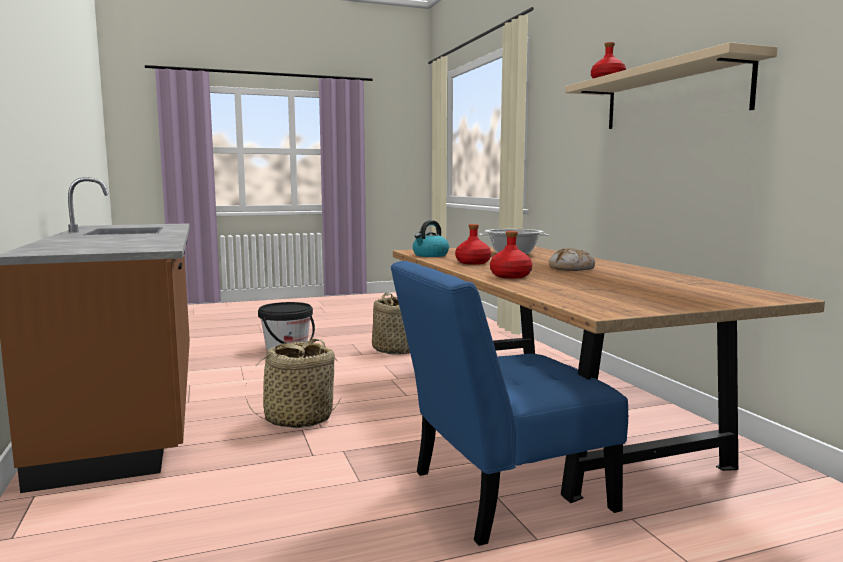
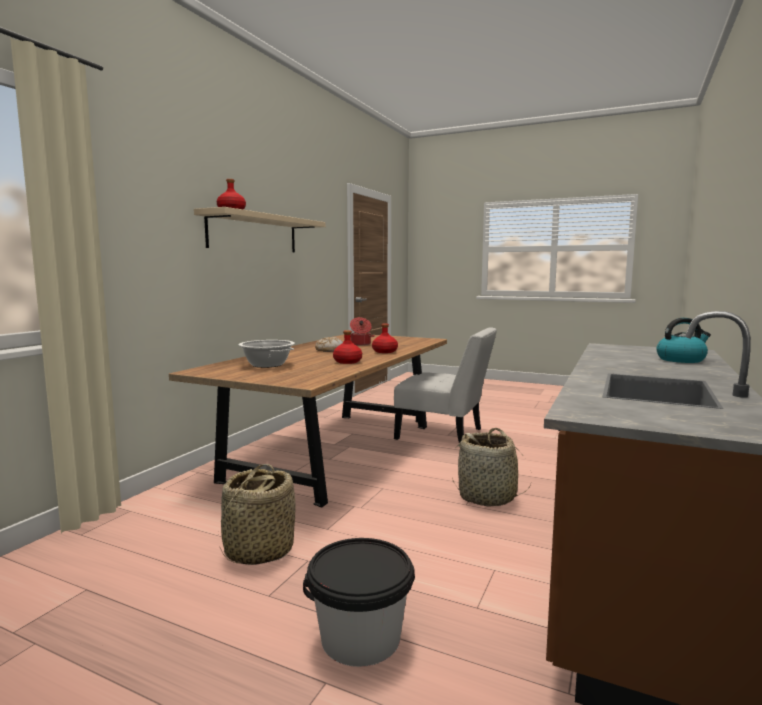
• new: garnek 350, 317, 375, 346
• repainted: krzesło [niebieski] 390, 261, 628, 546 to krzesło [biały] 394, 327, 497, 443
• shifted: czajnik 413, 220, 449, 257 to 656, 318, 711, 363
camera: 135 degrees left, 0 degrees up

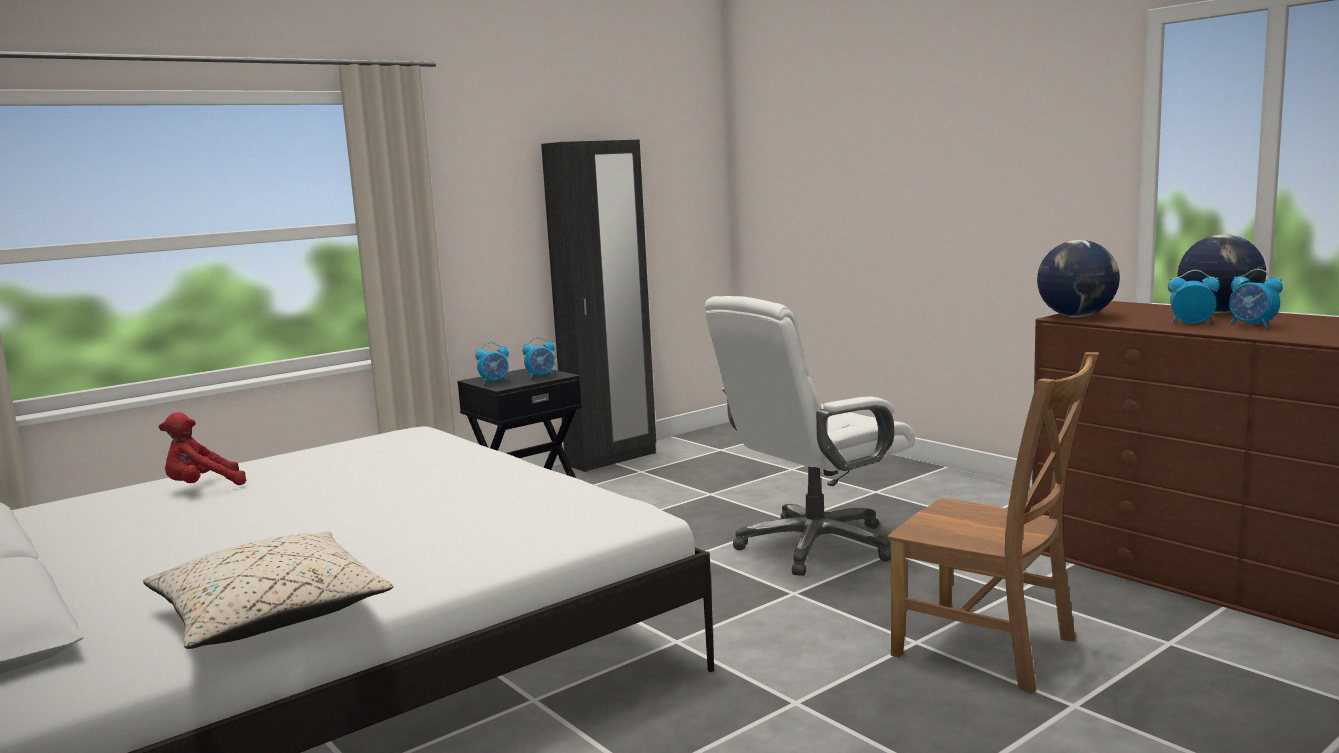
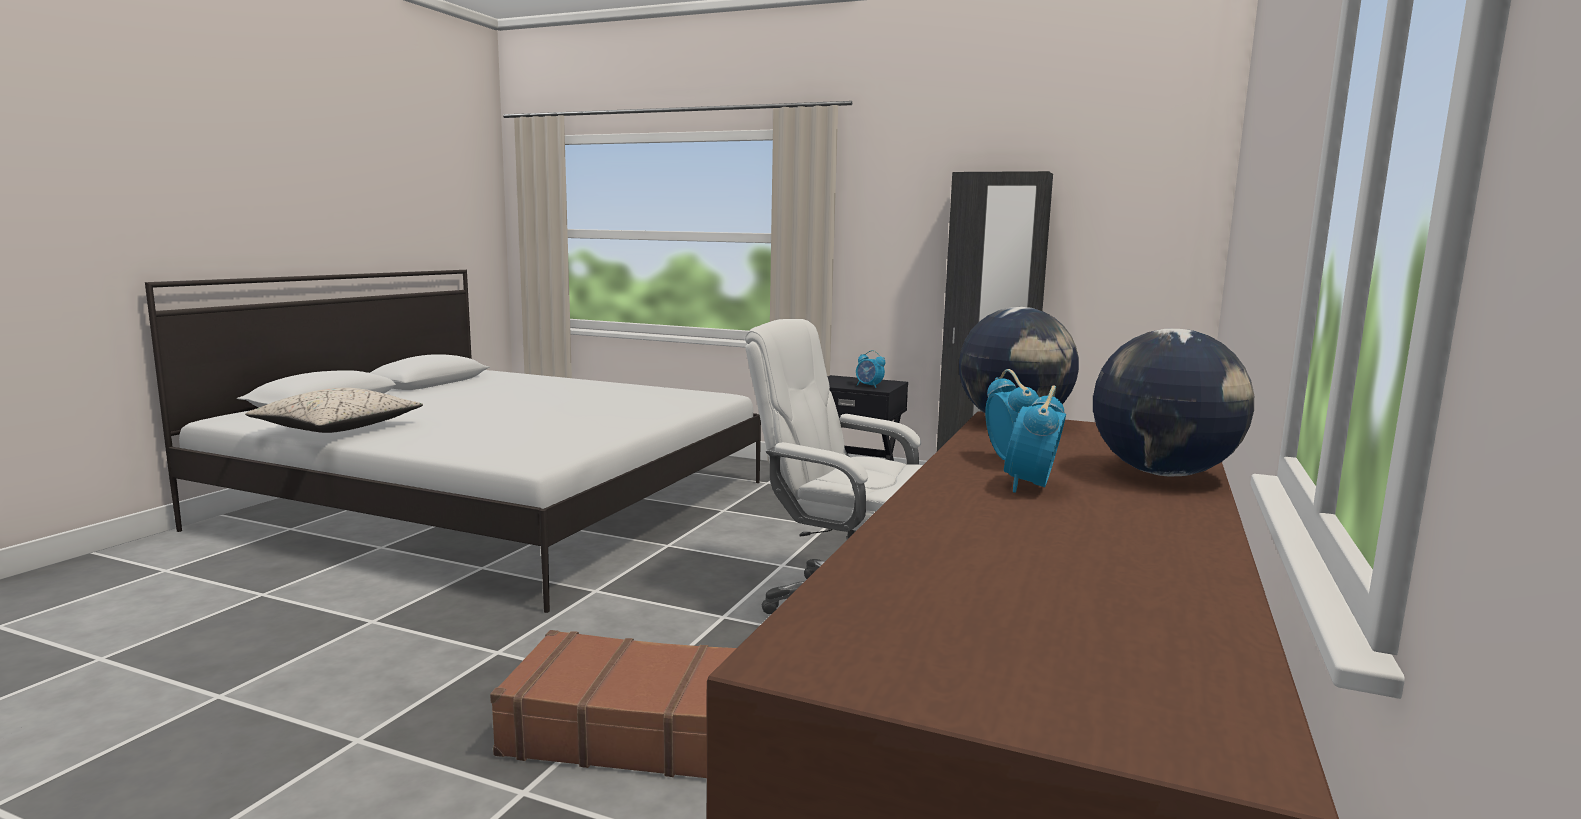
• swapped: krzesło [brązowy] 887, 352, 1099, 694 to walizka [brązowy] 490, 630, 737, 778
• gone: pluszak [czerwony] 159, 412, 246, 485
• gone: budzik 475, 342, 509, 385
camera: 60 degrees right, 0 degrees up

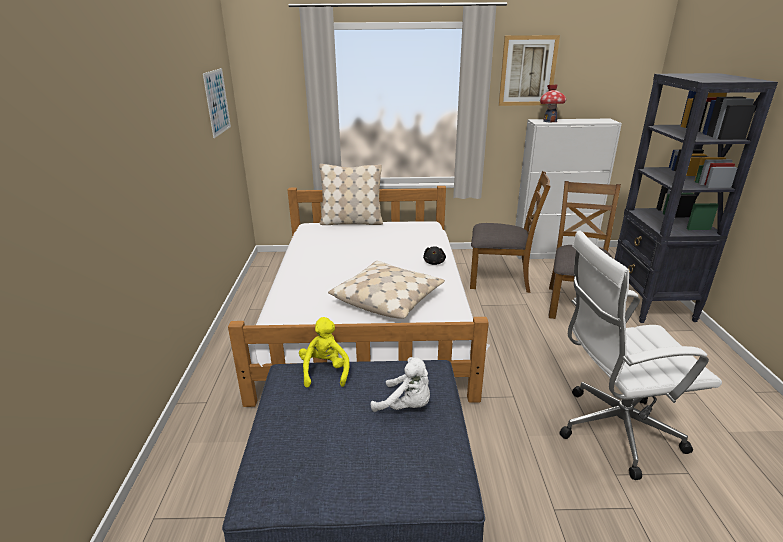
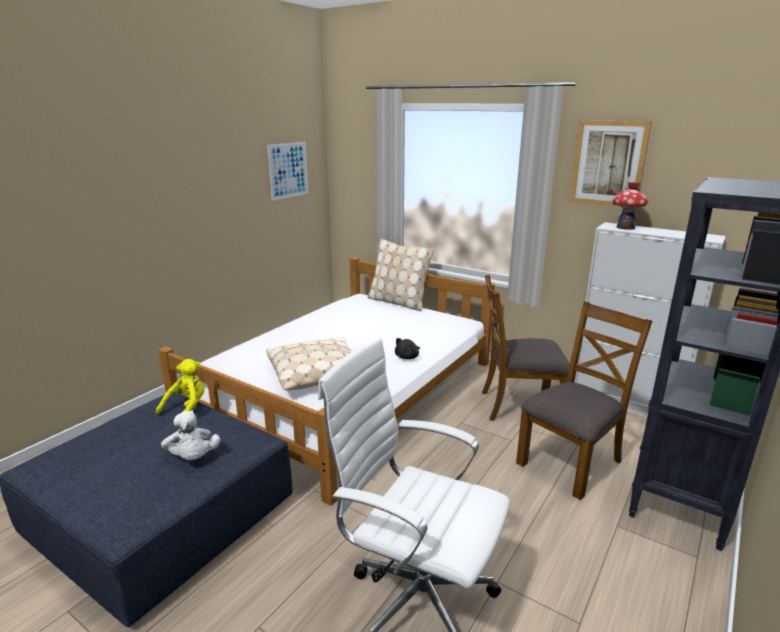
• rotated: krzesło [brązowy] 470, 171, 551, 293 = 482, 275, 570, 421 135 degrees clockwise
camera: 35 degrees right, 5 degrees down

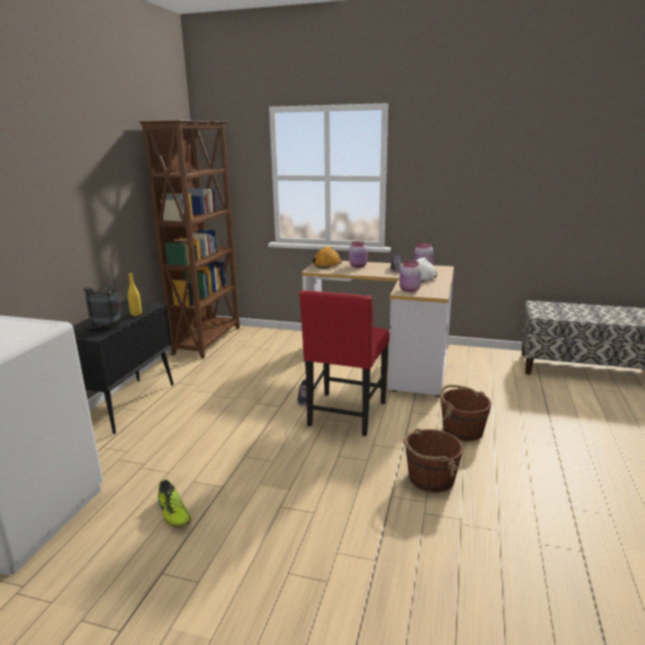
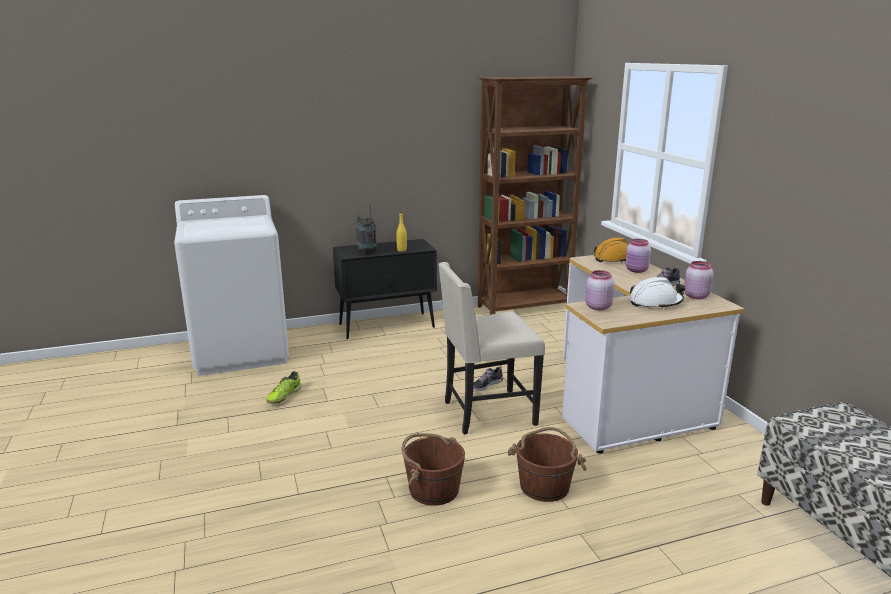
• repainted: krzesło [czerwony] 299, 290, 390, 436 to krzesło [beżowy] 438, 262, 545, 434
camera: 55 degrees right, 0 degrees up

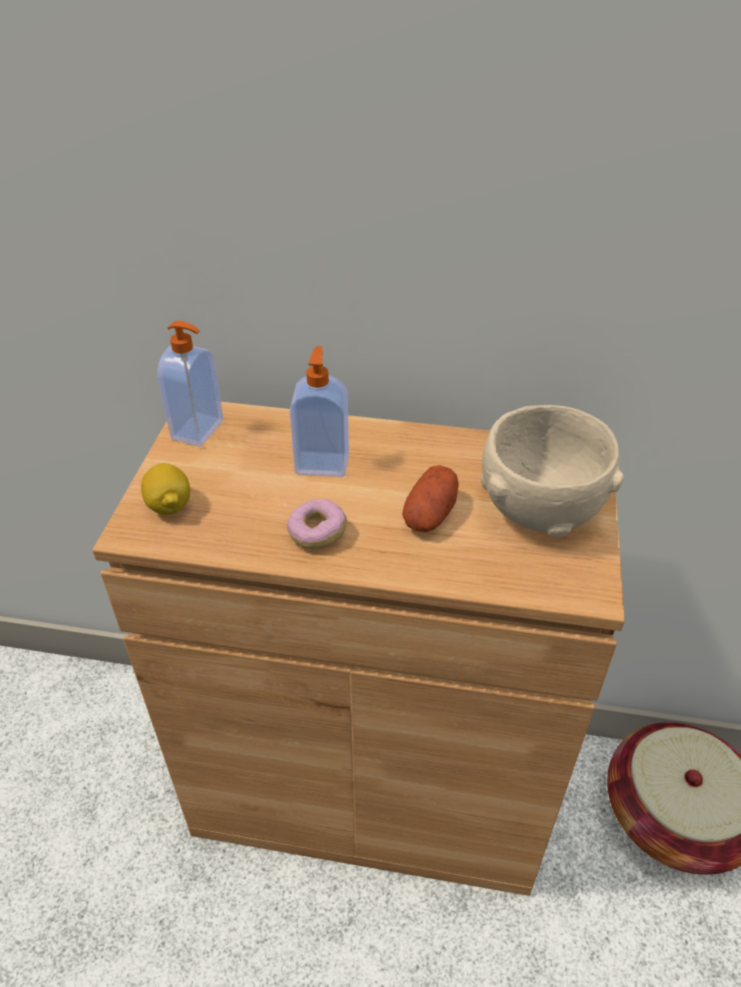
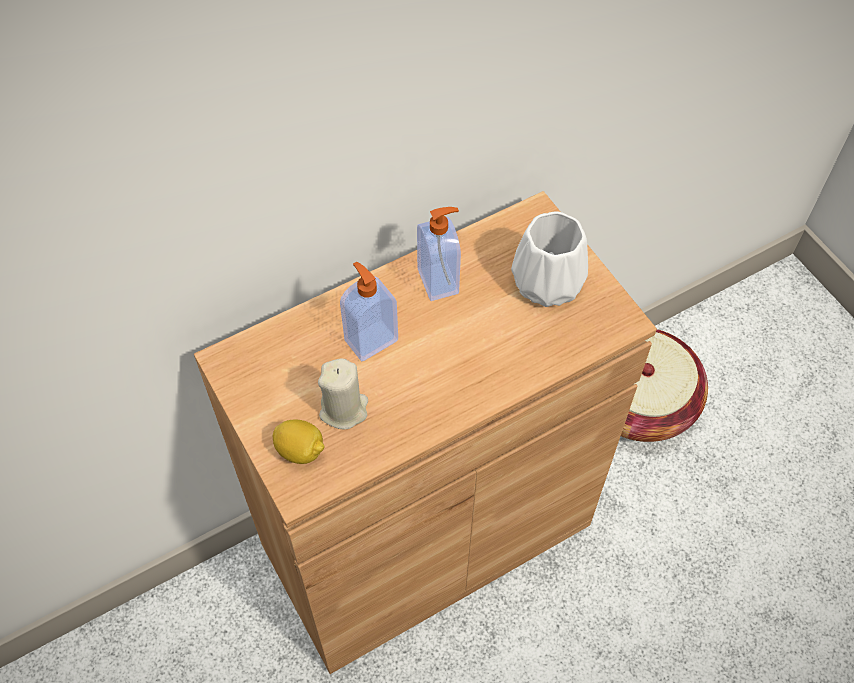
• new: świeca [beżowy] 318, 358, 368, 430
• shifted: dozownik mydła 157, 321, 223, 447 to 417, 207, 461, 301
• swapped: miska [beżowy] 481, 405, 624, 538 to wazon [biały] 511, 211, 588, 307
• gone: donut 287, 499, 347, 549
• gone: ziemniak 402, 465, 459, 532
camera: 40 degrees left, 15 degrees up

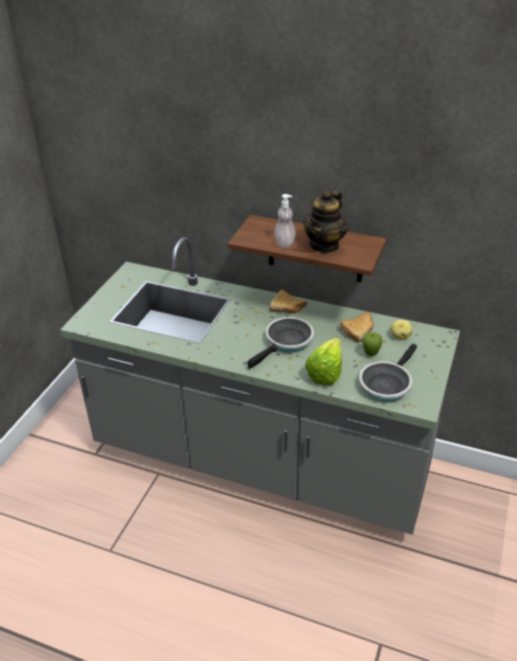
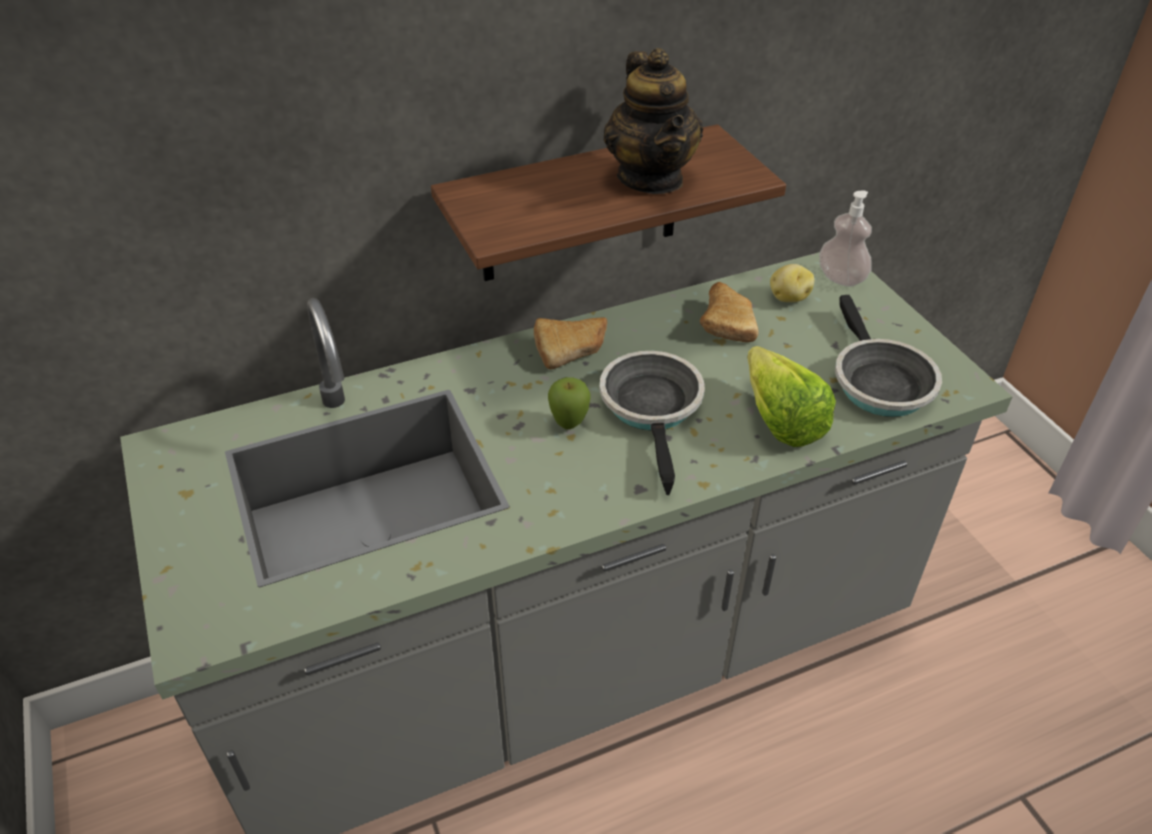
• shifted: jabłko 362, 332, 383, 356 to 548, 377, 590, 429
• shifted: dozownik mydła 274, 194, 295, 248 to 819, 190, 872, 287
camera: 45 degrees left, 5 degrees up

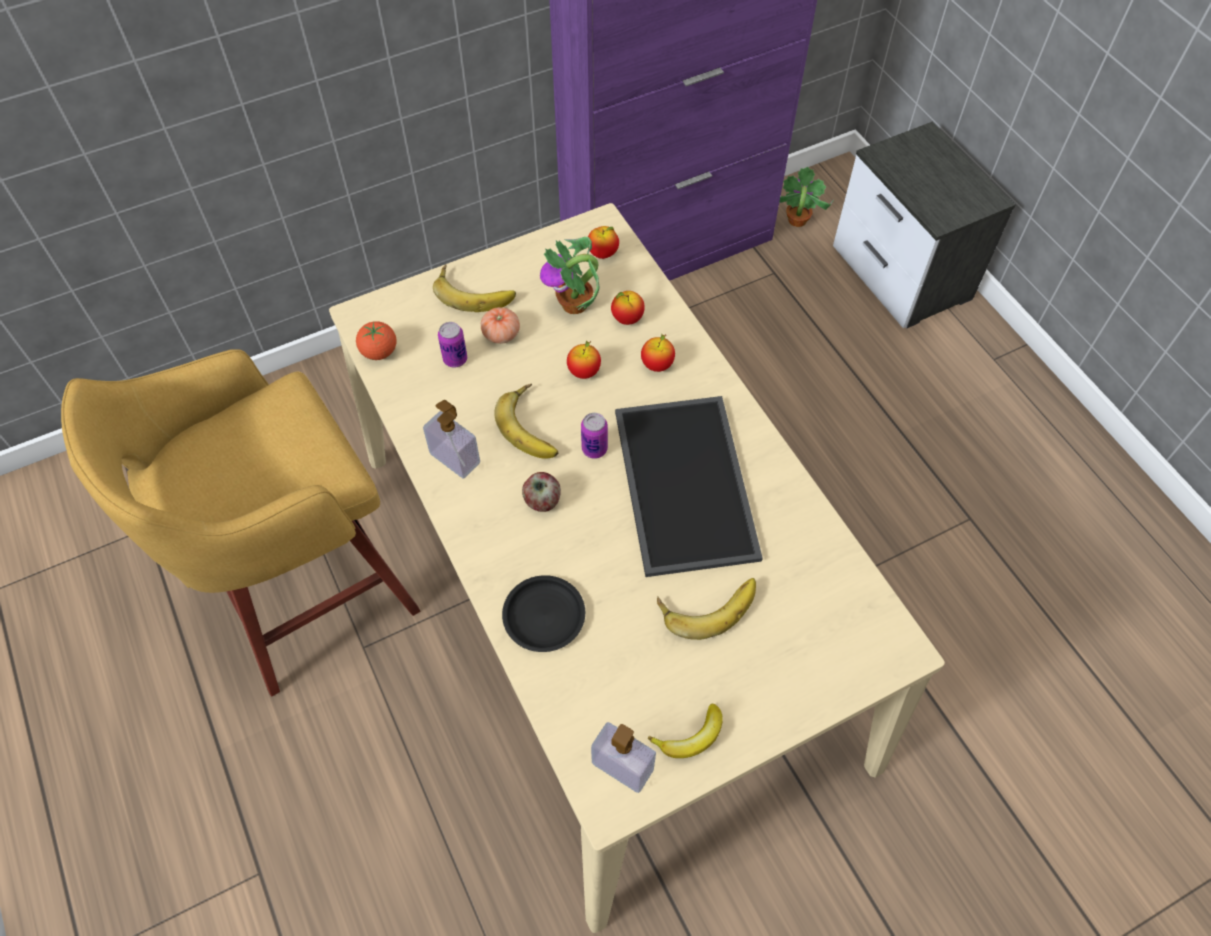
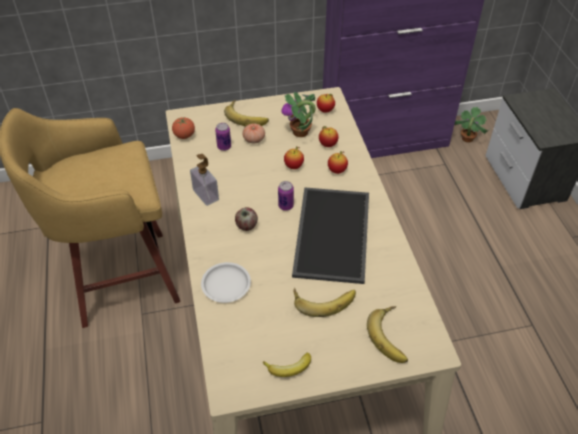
• repainted: talerz [czarny] 502, 575, 585, 652 to talerz [biały] 201, 262, 251, 303
• shifted: banan 494, 384, 558, 459 to 367, 306, 408, 363
• gone: dozownik mydła 591, 722, 656, 793
camera: 15 degrees right, 10 degrees down

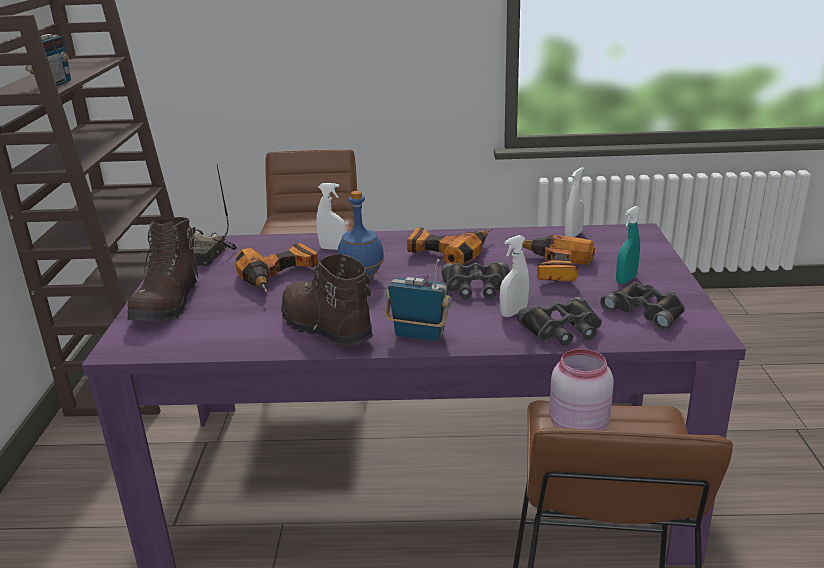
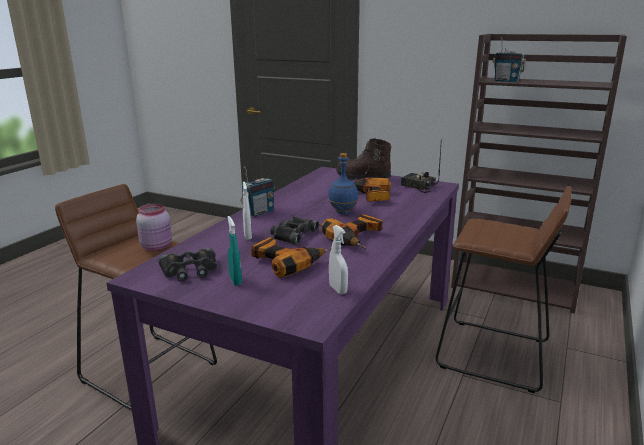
• gone: but z cholewką [brązowy] 281, 254, 373, 346
• gone: spryskiwacz [biały] 316, 183, 346, 250
• gone: lornetka [czarny] 517, 297, 602, 346
camera: 115 degrees right, 5 degrees down

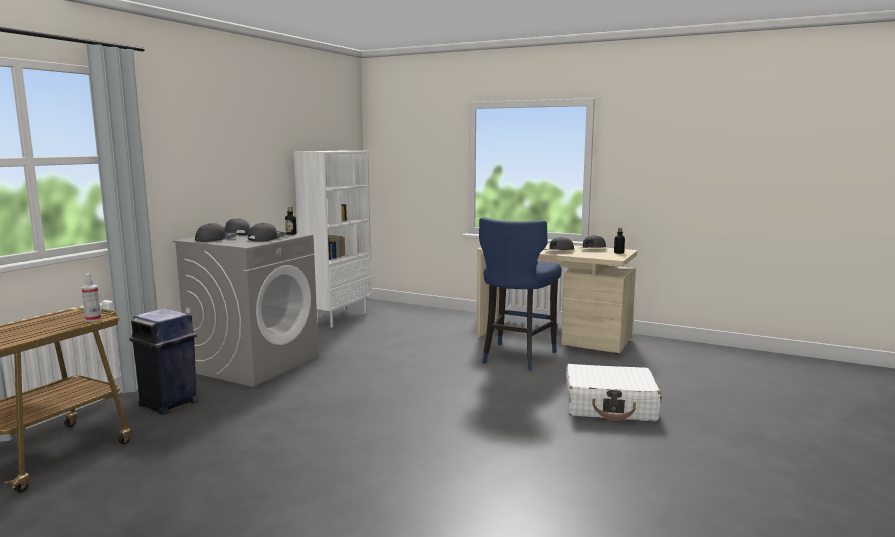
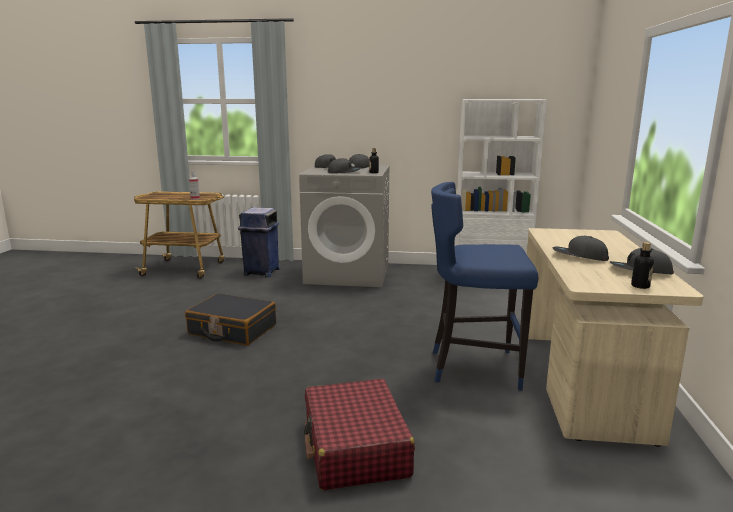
• new: walizka [czarny] 185, 293, 276, 346
• repainted: walizka [biały] 566, 364, 661, 421 to walizka [czerwony] 304, 379, 415, 490
camera: 70 degrees right, 5 degrees up

